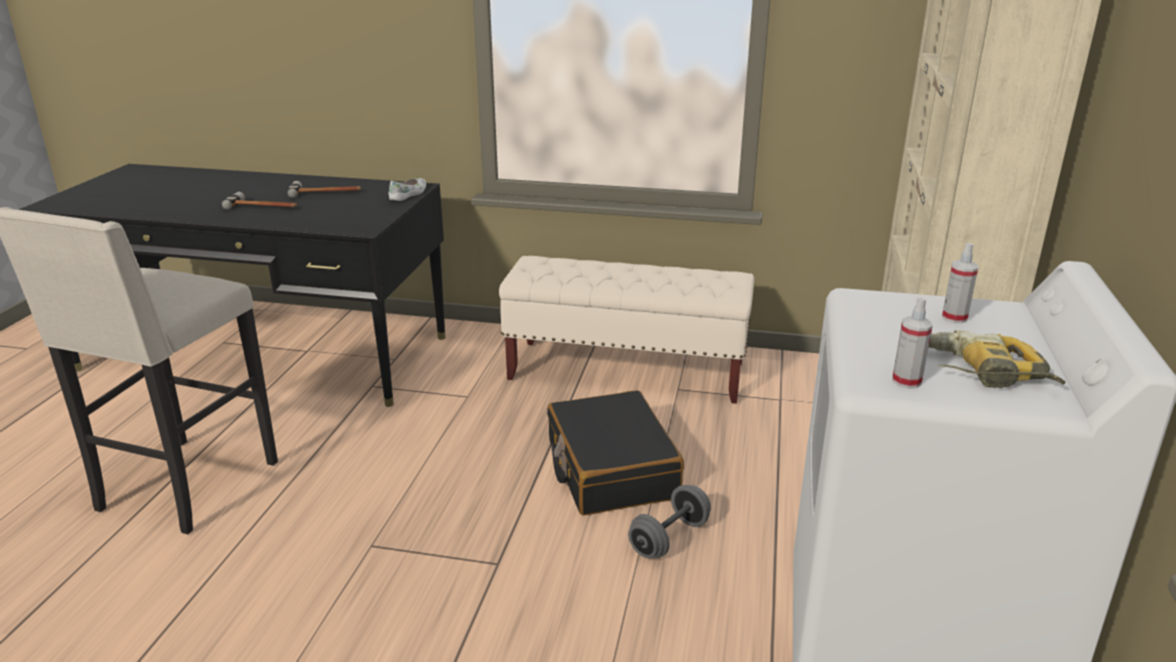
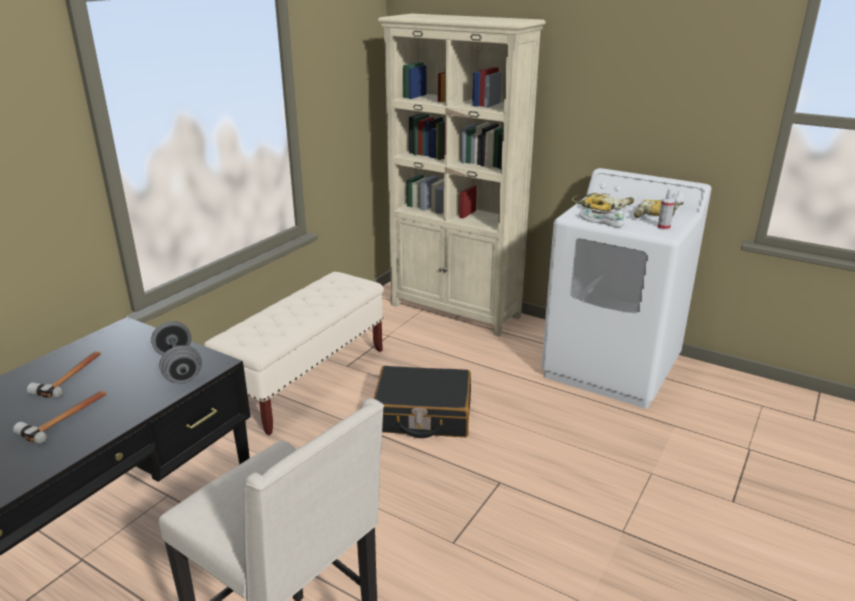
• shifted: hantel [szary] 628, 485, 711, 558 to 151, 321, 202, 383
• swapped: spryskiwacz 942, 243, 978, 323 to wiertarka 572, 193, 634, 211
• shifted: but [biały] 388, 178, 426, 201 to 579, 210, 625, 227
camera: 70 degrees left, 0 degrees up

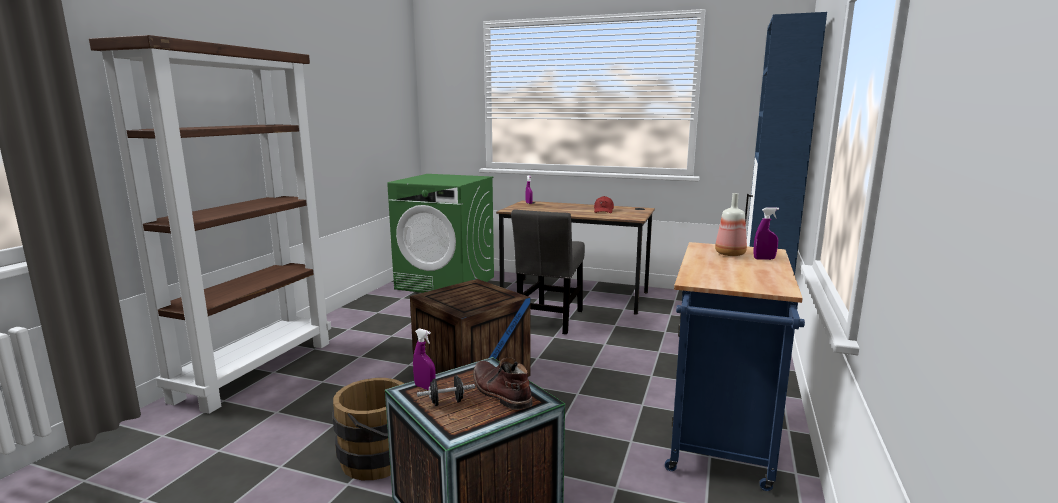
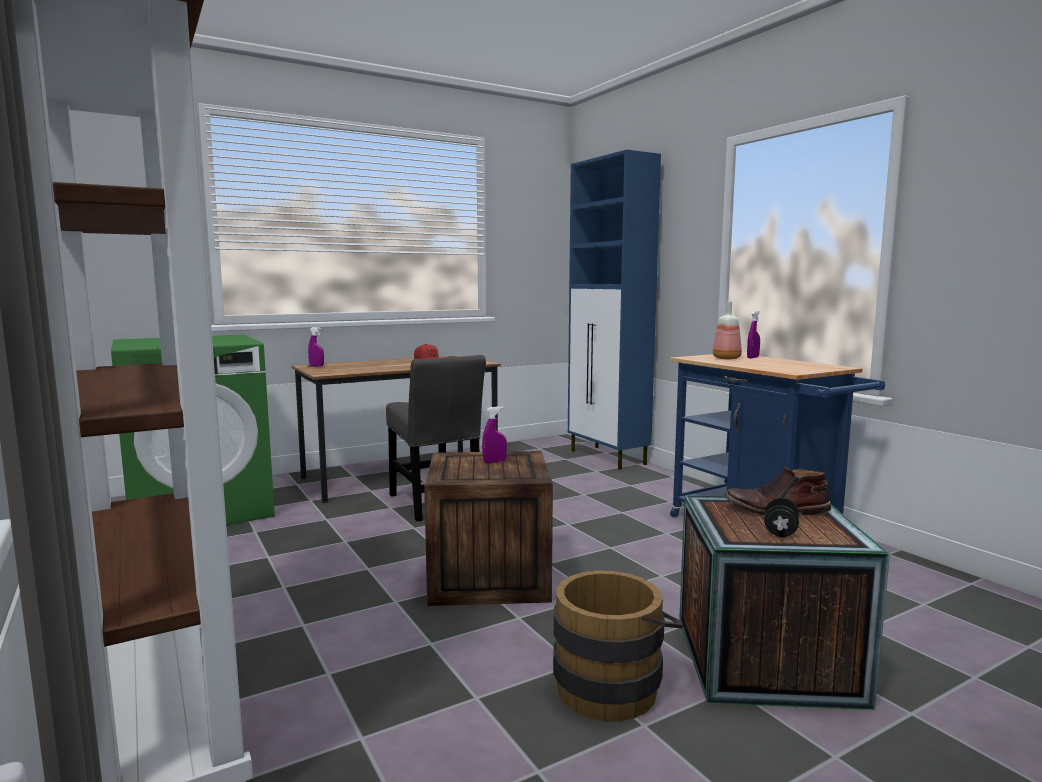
• shifted: spryskiwacz [fioletowy] 413, 328, 436, 390 to 482, 406, 507, 463
camera: 50 degrees left, 5 degrees down

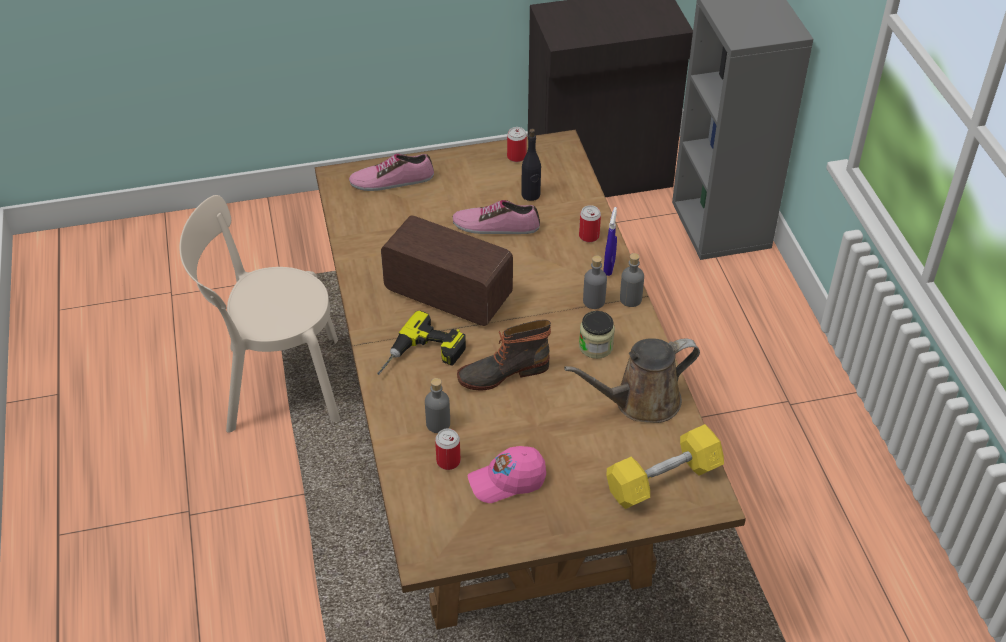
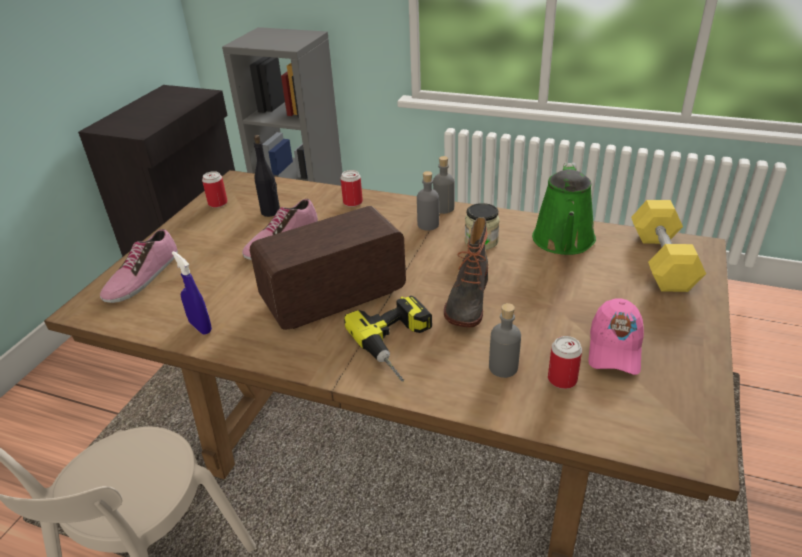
• shifted: spryskiwacz [niebieski] 603, 207, 617, 276 to 172, 251, 212, 335
• repainted: konewka [brązowy] 564, 338, 700, 423 to konewka [zielony] 532, 163, 596, 255
camera: 55 degrees left, 10 degrees down

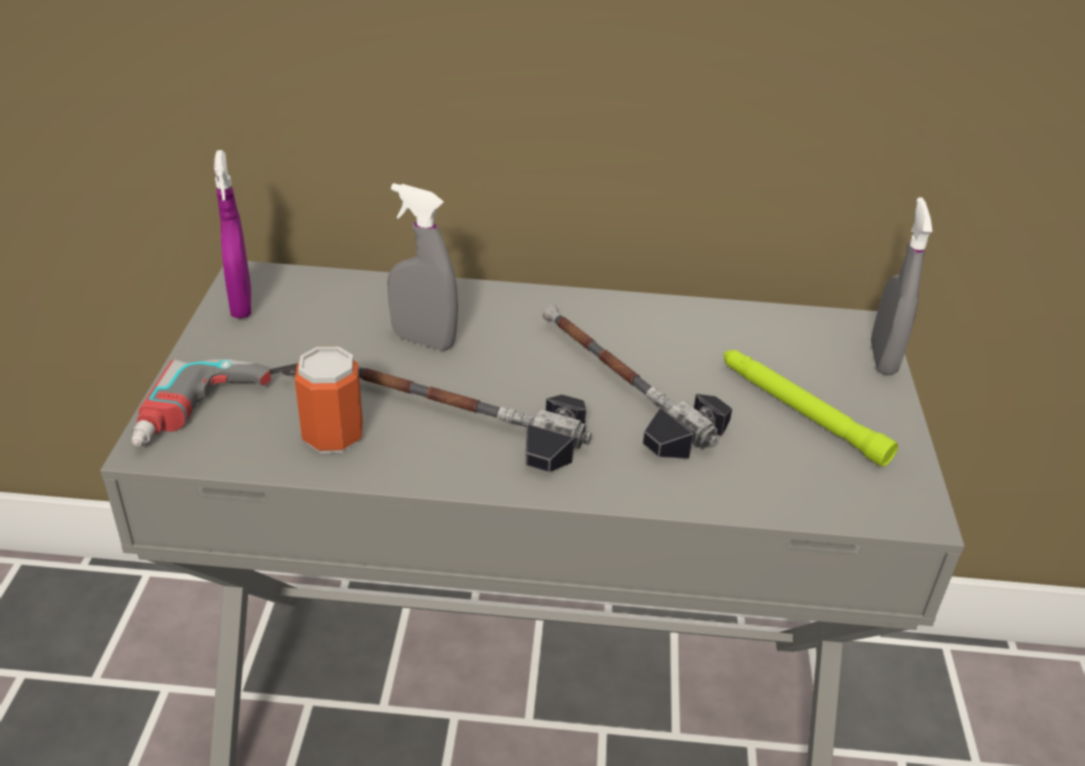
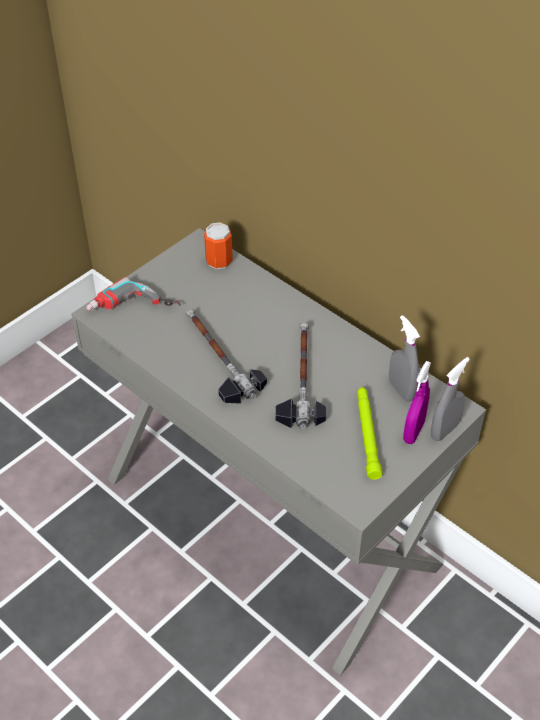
• shifted: puszka 295, 346, 363, 453 to 204, 222, 233, 269
• shifted: spryskiwacz [szary] 388, 183, 458, 350 to 389, 315, 420, 402
• shifted: spryskiwacz [fioletowy] 214, 150, 252, 318 to 403, 361, 431, 444
camera: 40 degrees right, 10 degrees up

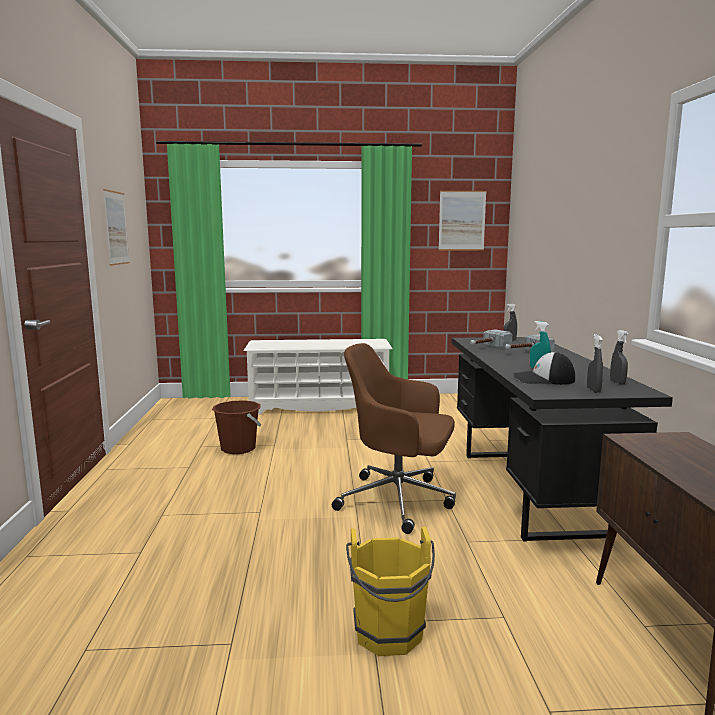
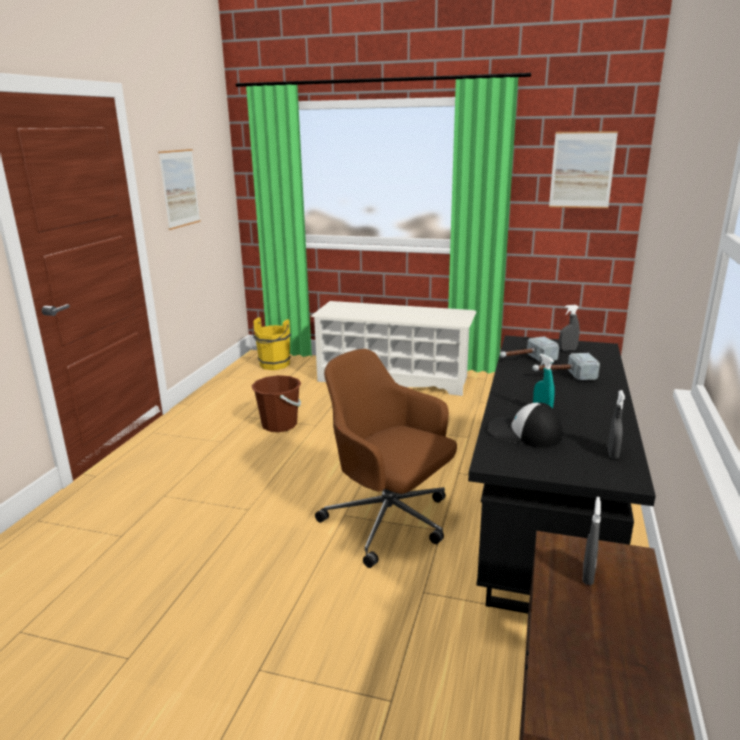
• shifted: wiadro [żółty] 346, 526, 435, 656 to 252, 317, 291, 370
• shifted: spryskiwacz [szary] 587, 334, 603, 393 to 583, 497, 601, 585
camera: 20 degrees right, 10 degrees up

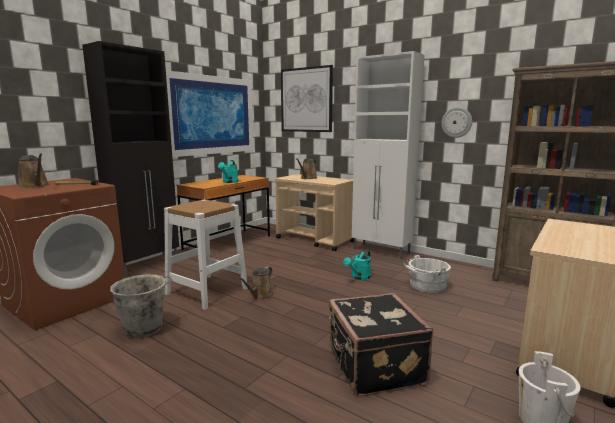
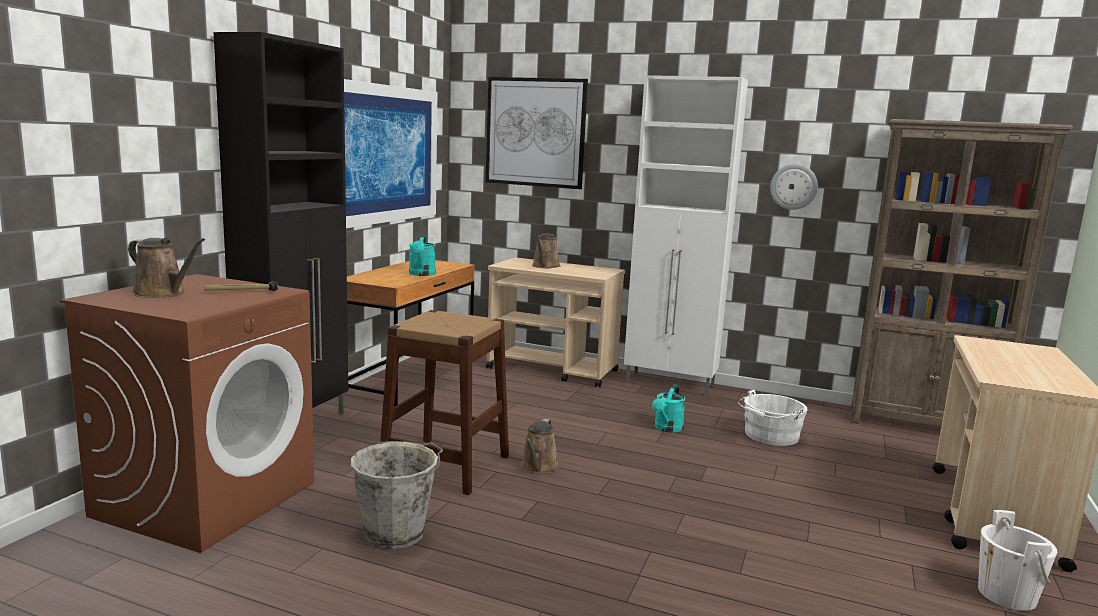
• repainted: stołek [biały] 164, 200, 247, 310 to stołek [brązowy] 380, 310, 509, 495
• gone: walizka [czarny] 329, 293, 433, 396
camera: 15 degrees left, 0 degrees up

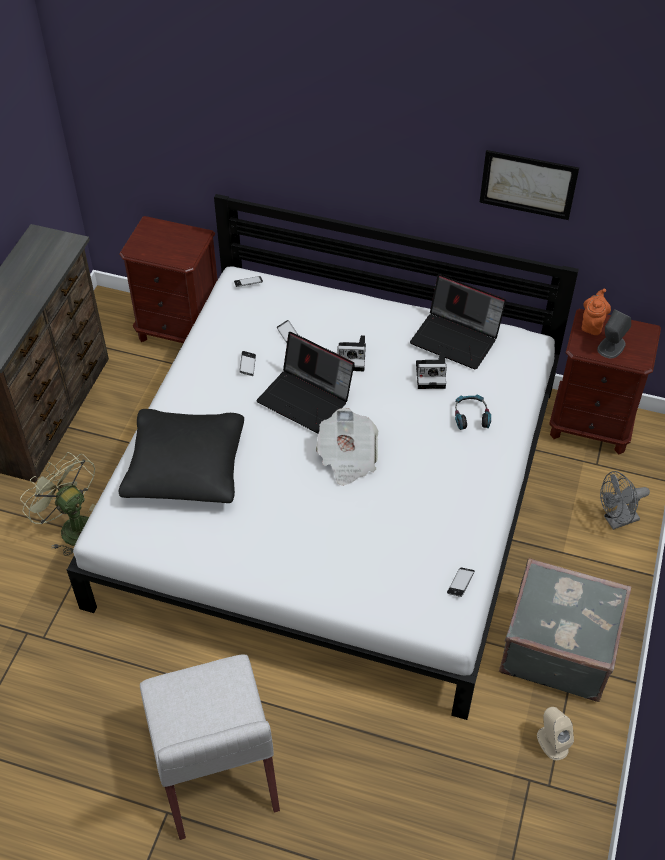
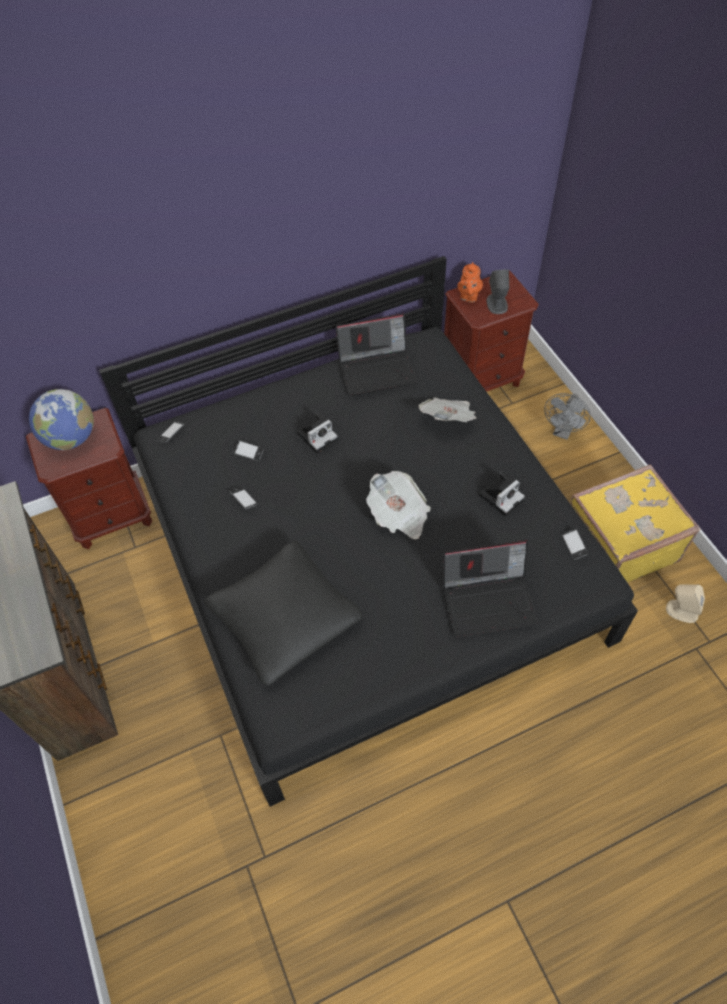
• new: globus 29, 389, 94, 450
• repainted: łóżko [biały] 67, 194, 579, 720 to łóżko [czarny] 99, 256, 638, 807
• swapped: słuchawki 455, 395, 491, 430 to gazeta 419, 398, 477, 422
• shifted: laptop 256, 332, 354, 434 to 443, 540, 538, 637
• rotated: imbryk [pomarańczowy] 582, 289, 611, 335 = 458, 262, 483, 303 150 degrees counterclockwise
• shifted: aparat fotograficzny 416, 352, 447, 389 to 479, 471, 525, 516
• repainted: walizka [szary] 499, 558, 631, 702 to walizka [żółty] 570, 465, 700, 583
• gone: wentylator [zielony] 20, 452, 96, 556
• gone: krzesło [biały] 140, 654, 280, 840
• gone: obraz 479, 150, 579, 220
camera: 40 degrees left, 5 degrees up

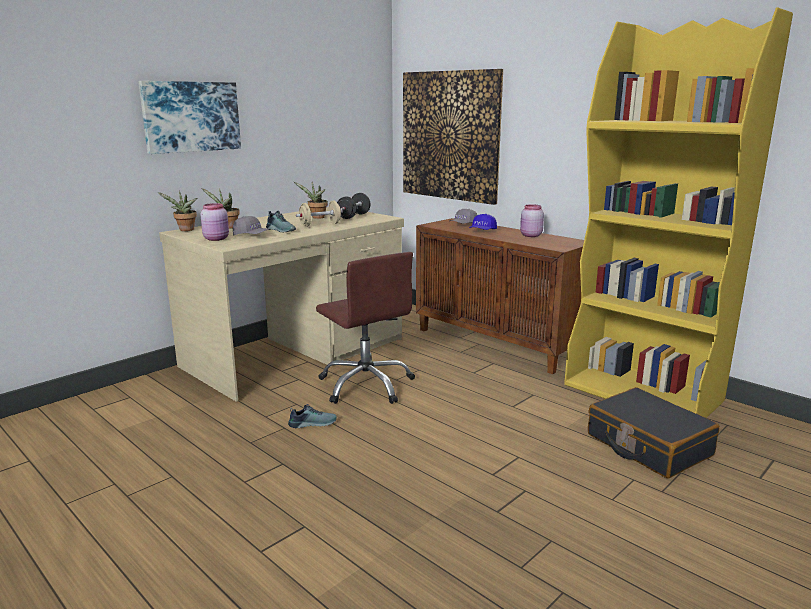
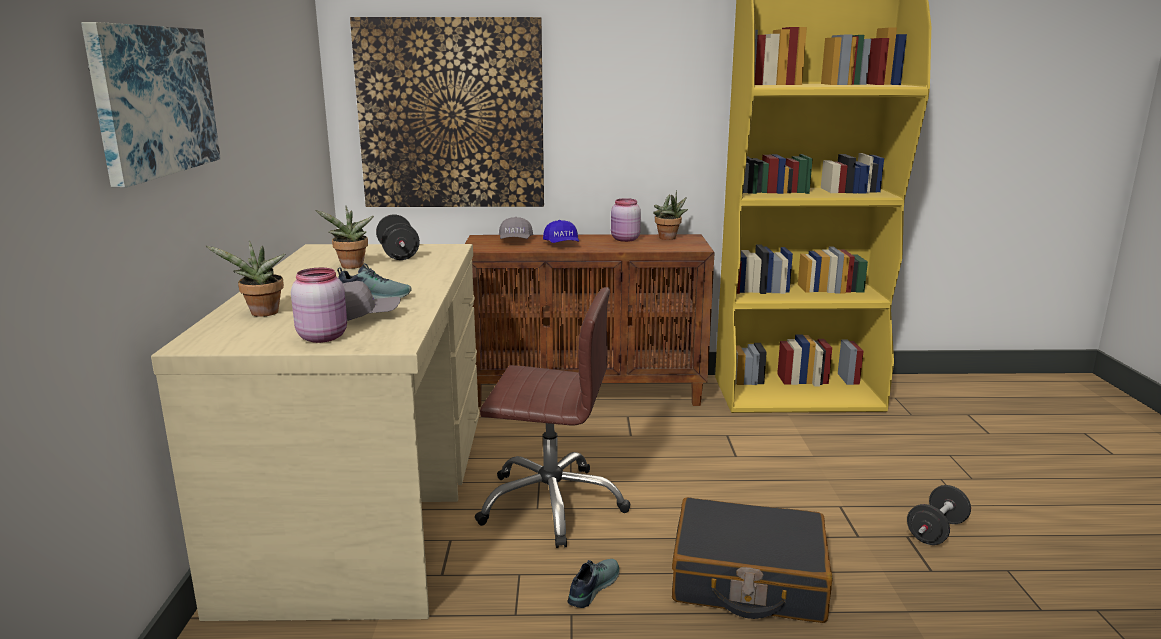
• shifted: roślina doniczkowa 157, 191, 197, 231 to 653, 190, 688, 240
• shifted: walizka [czarny] 588, 387, 720, 478 to 672, 497, 832, 623
• new: hantel [czarny] 907, 485, 971, 545
• gone: hantel [beżowy] 296, 201, 343, 227
camera: 45 degrees left, 0 degrees up

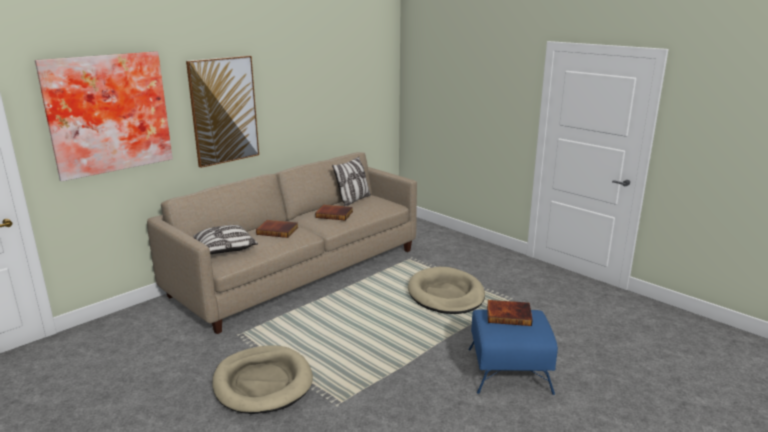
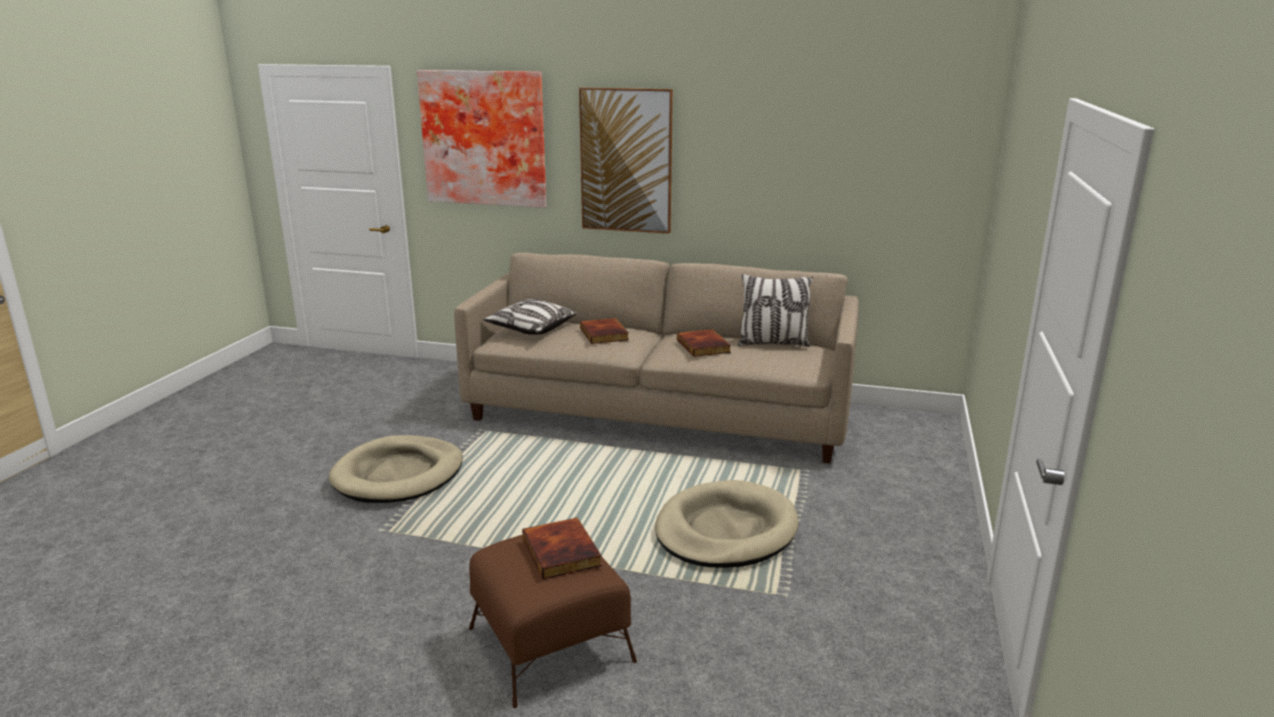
• repainted: pufa [niebieski] 468, 309, 558, 395 to pufa [brązowy] 469, 535, 637, 708
camera: 60 degrees right, 0 degrees up

